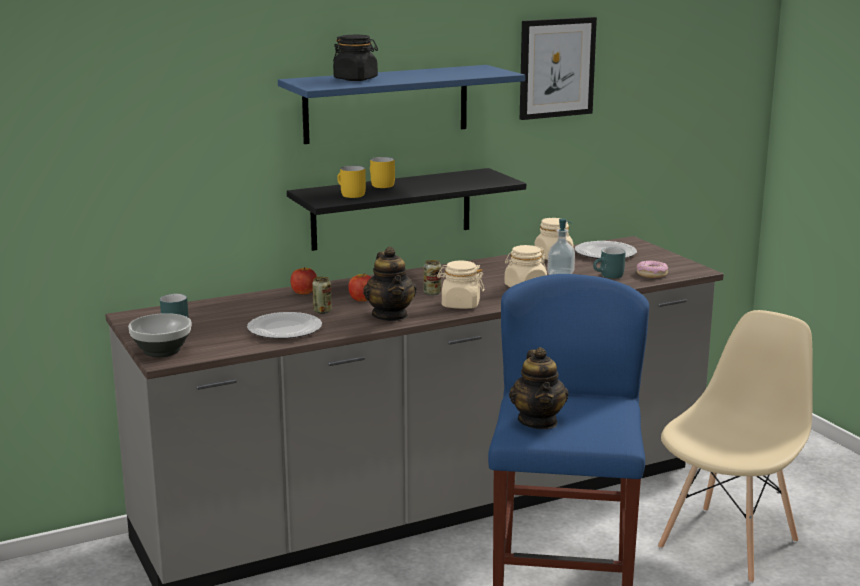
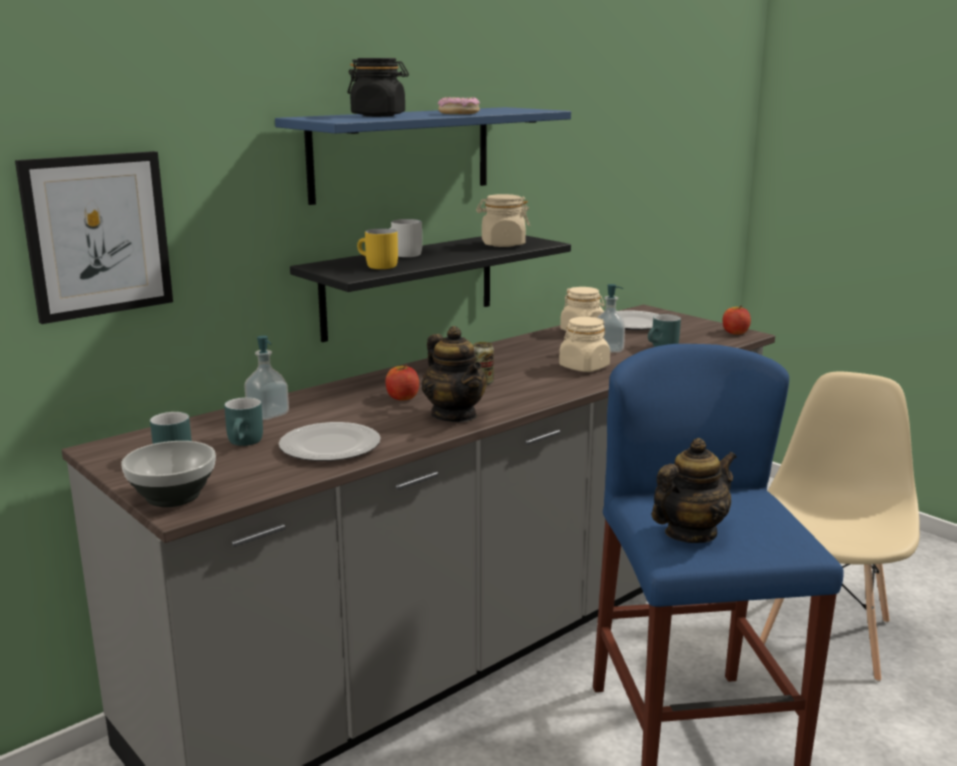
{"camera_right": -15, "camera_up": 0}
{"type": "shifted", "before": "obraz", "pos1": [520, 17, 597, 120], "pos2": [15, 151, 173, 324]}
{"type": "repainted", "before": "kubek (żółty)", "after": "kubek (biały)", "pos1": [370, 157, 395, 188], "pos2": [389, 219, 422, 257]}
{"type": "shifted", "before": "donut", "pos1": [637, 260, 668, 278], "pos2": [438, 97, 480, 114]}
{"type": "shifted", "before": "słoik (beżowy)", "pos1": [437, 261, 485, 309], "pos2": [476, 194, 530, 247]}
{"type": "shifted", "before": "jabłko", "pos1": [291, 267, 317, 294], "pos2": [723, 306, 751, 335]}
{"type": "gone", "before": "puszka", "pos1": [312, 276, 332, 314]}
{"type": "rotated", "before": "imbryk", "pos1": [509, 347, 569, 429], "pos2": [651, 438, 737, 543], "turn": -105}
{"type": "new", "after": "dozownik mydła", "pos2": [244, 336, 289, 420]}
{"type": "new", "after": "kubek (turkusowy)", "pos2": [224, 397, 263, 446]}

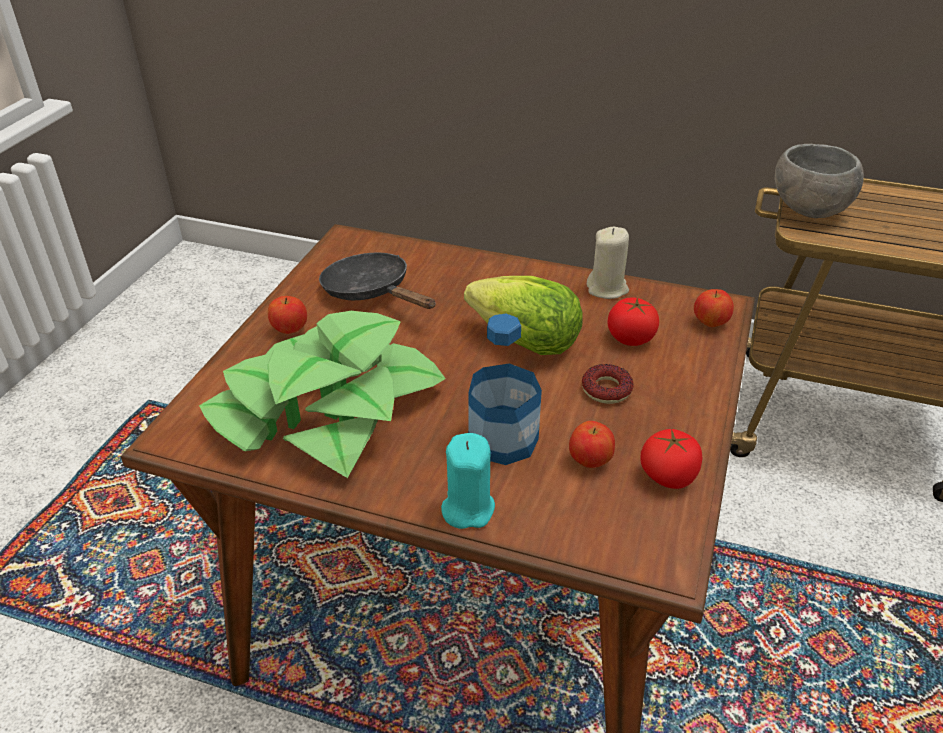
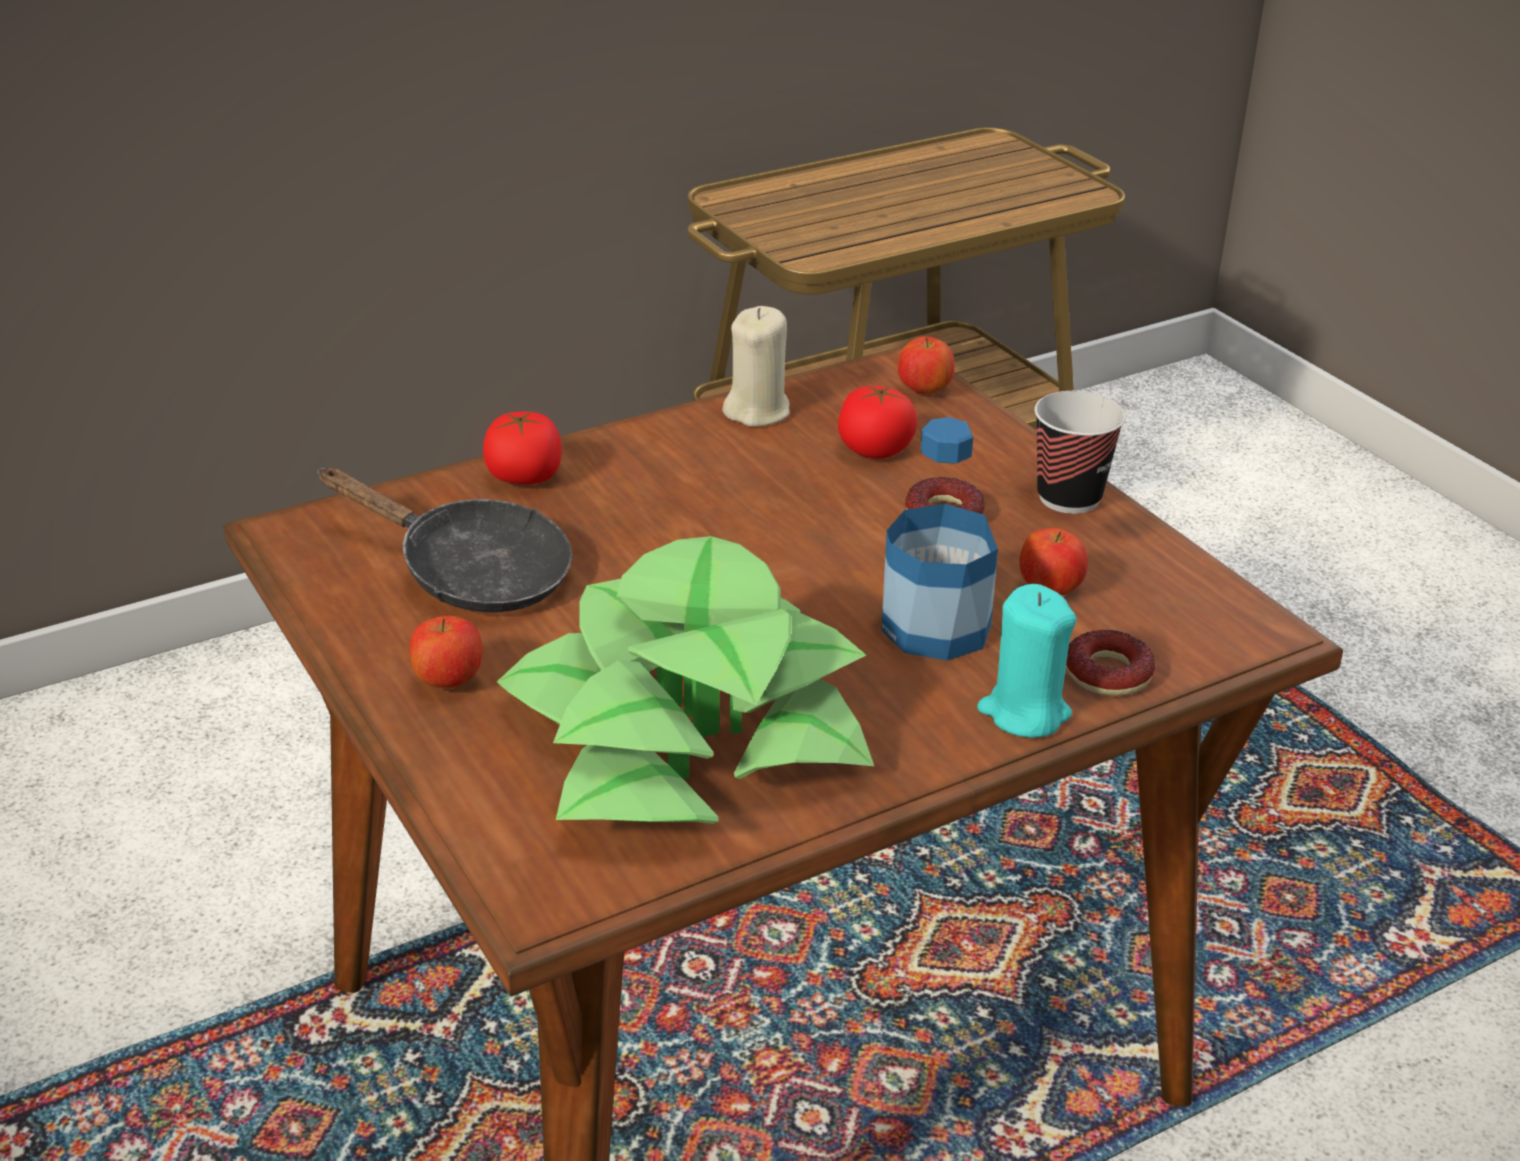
{"camera_right": -50, "camera_up": -5}
{"type": "gone", "before": "miska (szary)", "pos1": [775, 144, 864, 218]}
{"type": "rotated", "before": "patelnia (czarny)", "pos1": [319, 252, 436, 309], "pos2": [318, 467, 572, 612], "turn": -150}
{"type": "gone", "before": "sałata", "pos1": [464, 276, 583, 355]}
{"type": "shifted", "before": "pomidor", "pos1": [641, 429, 703, 489], "pos2": [483, 411, 562, 485]}
{"type": "new", "after": "filiżanka", "pos2": [1035, 391, 1125, 514]}
{"type": "new", "after": "donut", "pos2": [1066, 630, 1155, 696]}

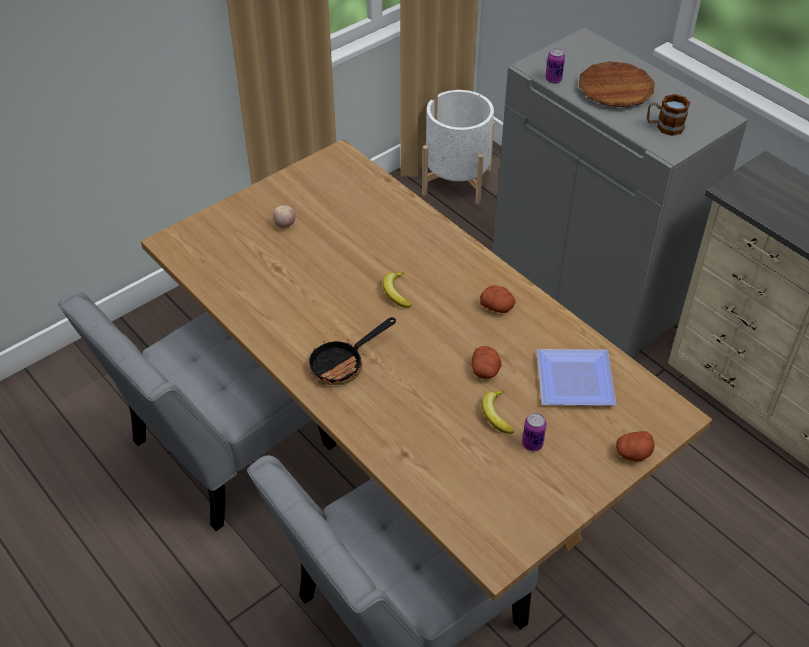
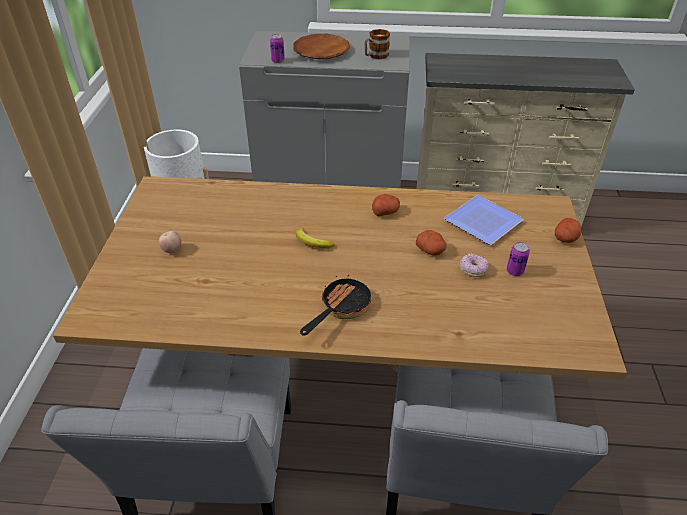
{"camera_right": -45, "camera_up": -5}
{"type": "rotated", "before": "patelnia", "pos1": [309, 317, 396, 385], "pos2": [300, 275, 372, 336], "turn": -150}
{"type": "swapped", "before": "banan", "after": "donut", "pos1": [482, 390, 514, 434], "pos2": [460, 253, 489, 277]}

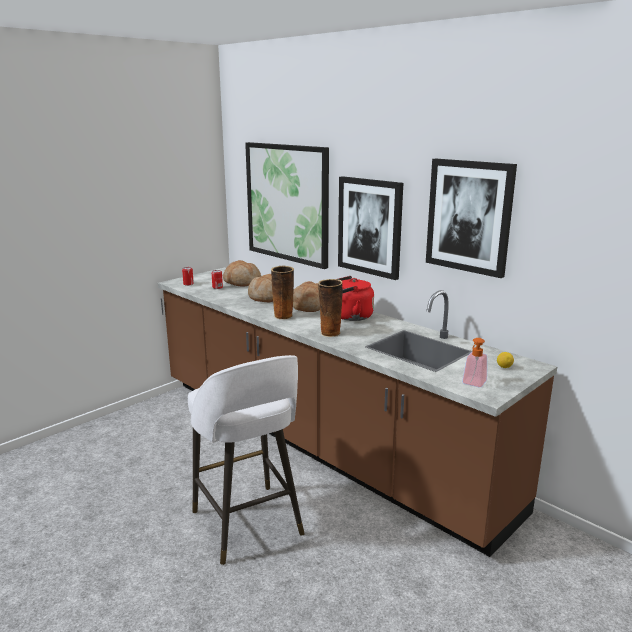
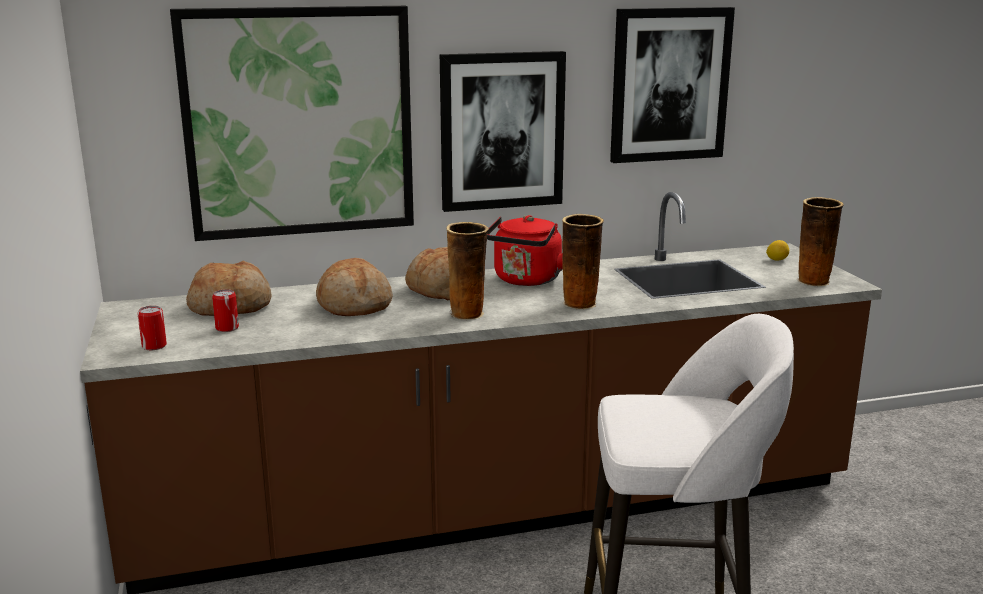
{"camera_right": -60, "camera_up": 0}
{"type": "swapped", "before": "dozownik mydła", "after": "wazon", "pos1": [462, 338, 487, 387], "pos2": [797, 197, 844, 287]}

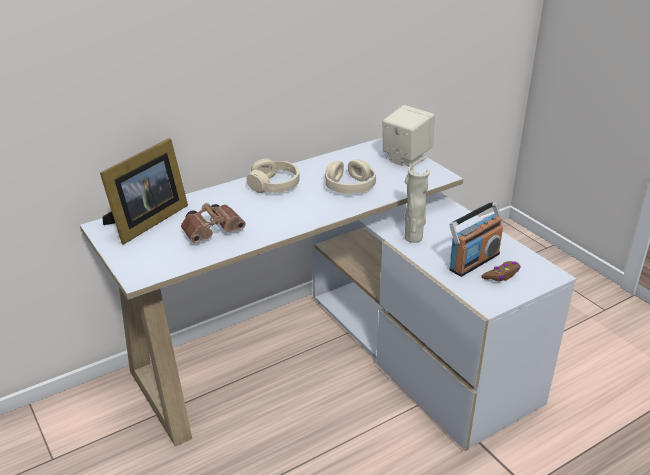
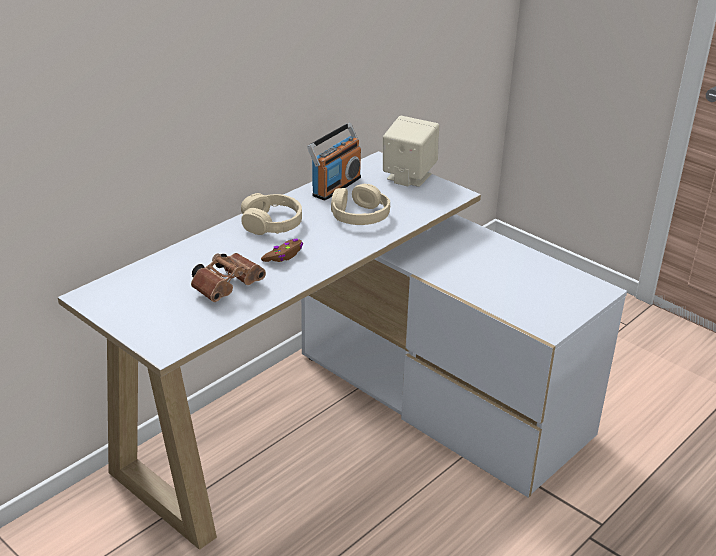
{"camera_right": -15, "camera_up": 0}
{"type": "gone", "before": "ramka na zdjęcie", "pos1": [100, 138, 188, 244]}
{"type": "gone", "before": "wazon (beżowy)", "pos1": [404, 166, 430, 243]}
{"type": "shifted", "before": "radio", "pos1": [449, 201, 503, 277], "pos2": [307, 123, 361, 200]}
{"type": "shifted", "before": "pad do gier (brązowy)", "pos1": [481, 261, 521, 282], "pos2": [261, 239, 303, 262]}

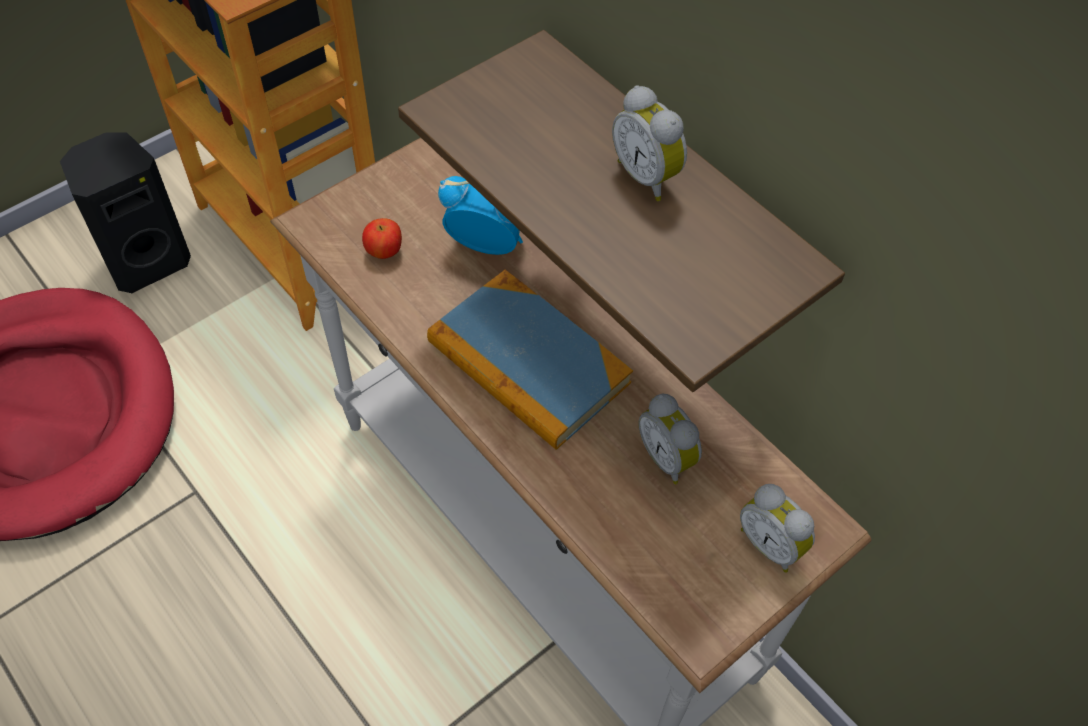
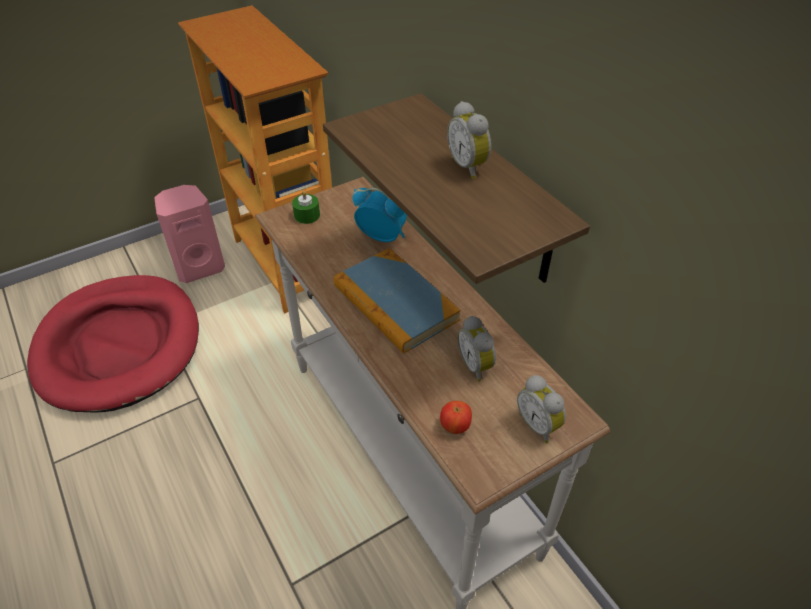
{"camera_right": 10, "camera_up": -10}
{"type": "repainted", "before": "głośnik (czarny)", "after": "głośnik (różowy)", "pos1": [60, 132, 191, 293], "pos2": [154, 185, 225, 283]}
{"type": "shifted", "before": "jabłko", "pos1": [362, 218, 402, 259], "pos2": [440, 401, 472, 434]}
{"type": "new", "after": "świeca (zielony)", "pos2": [292, 190, 320, 224]}

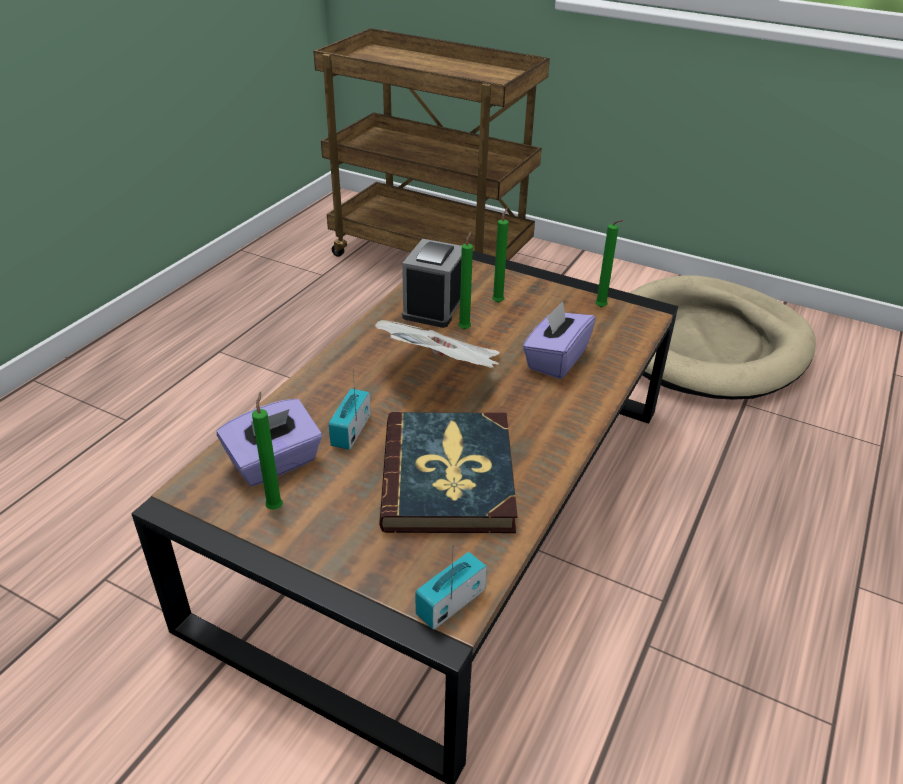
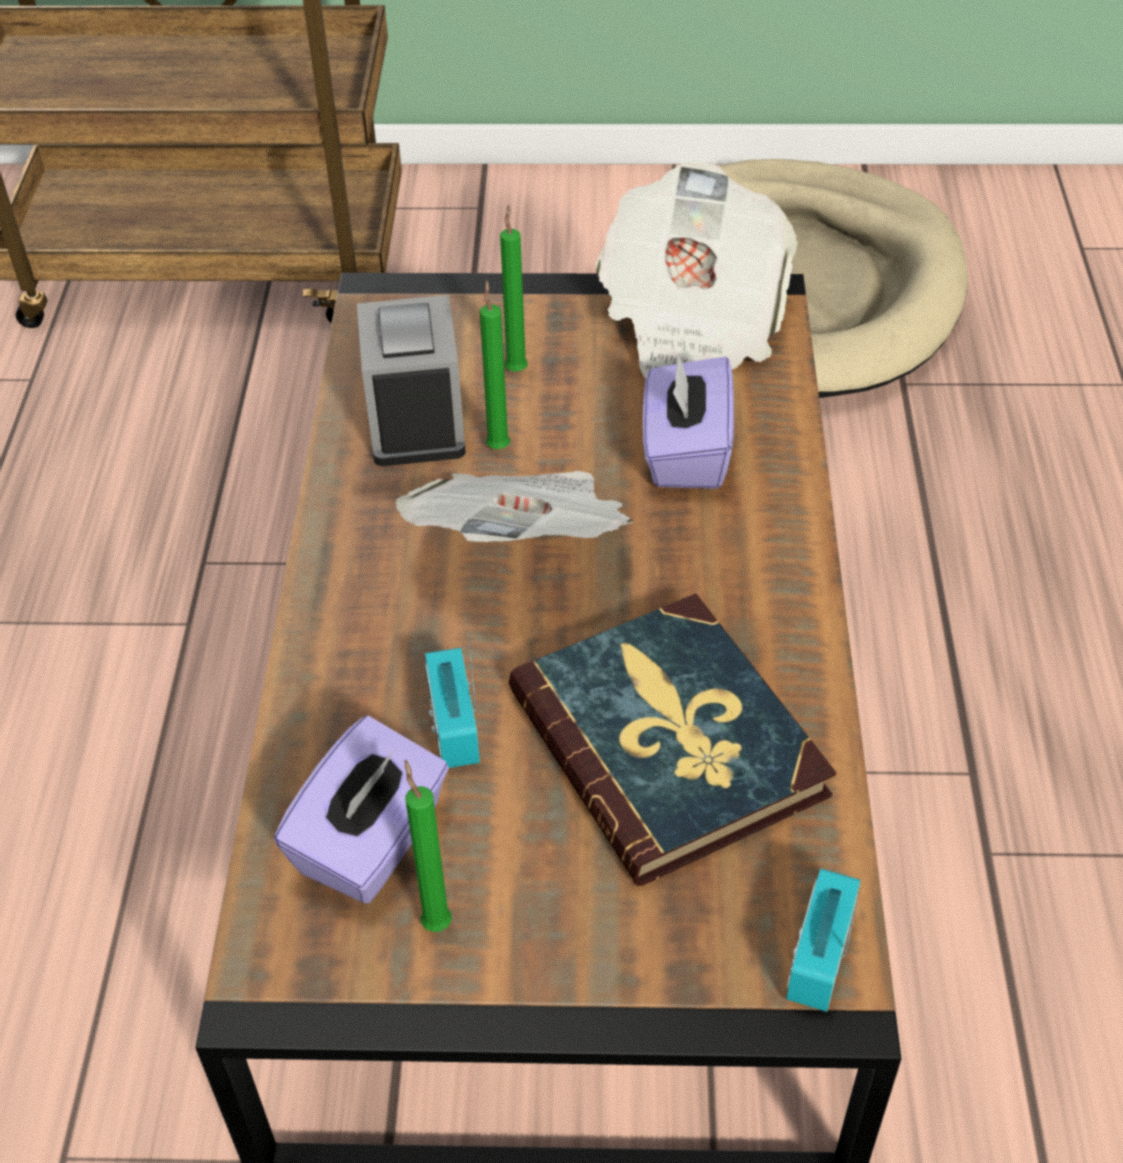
{"camera_right": -25, "camera_up": 10}
{"type": "swapped", "before": "świeca (zielony)", "after": "gazeta", "pos1": [595, 220, 624, 307], "pos2": [596, 162, 798, 379]}

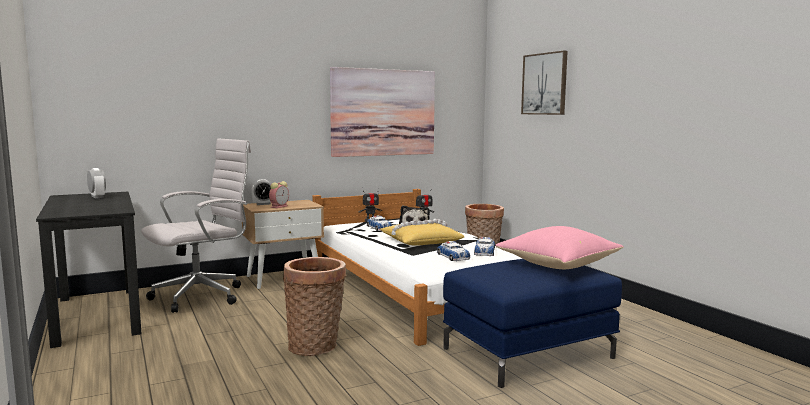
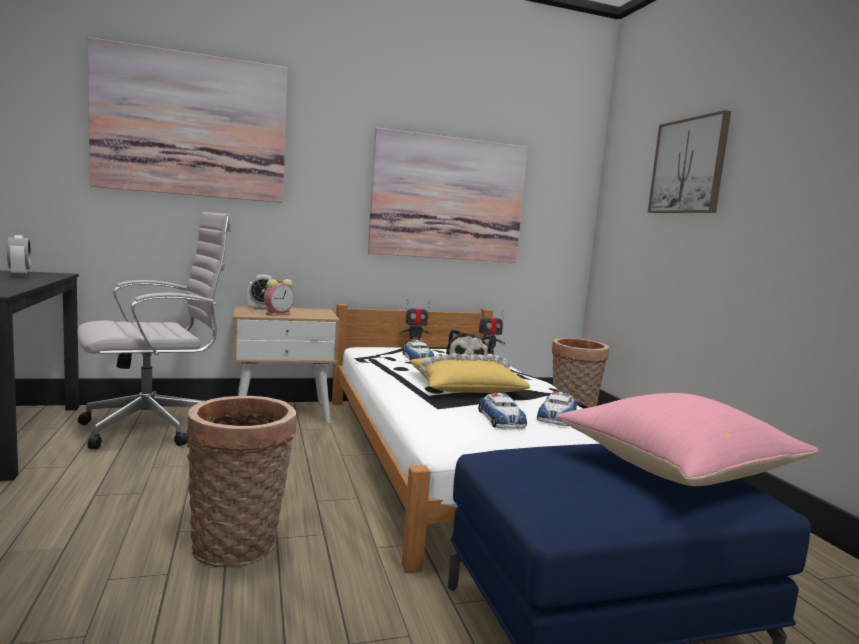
{"camera_right": 10, "camera_up": 0}
{"type": "new", "after": "obraz", "pos2": [88, 37, 288, 203]}

